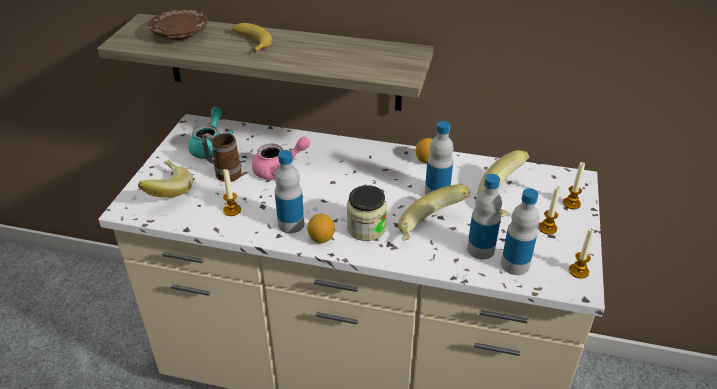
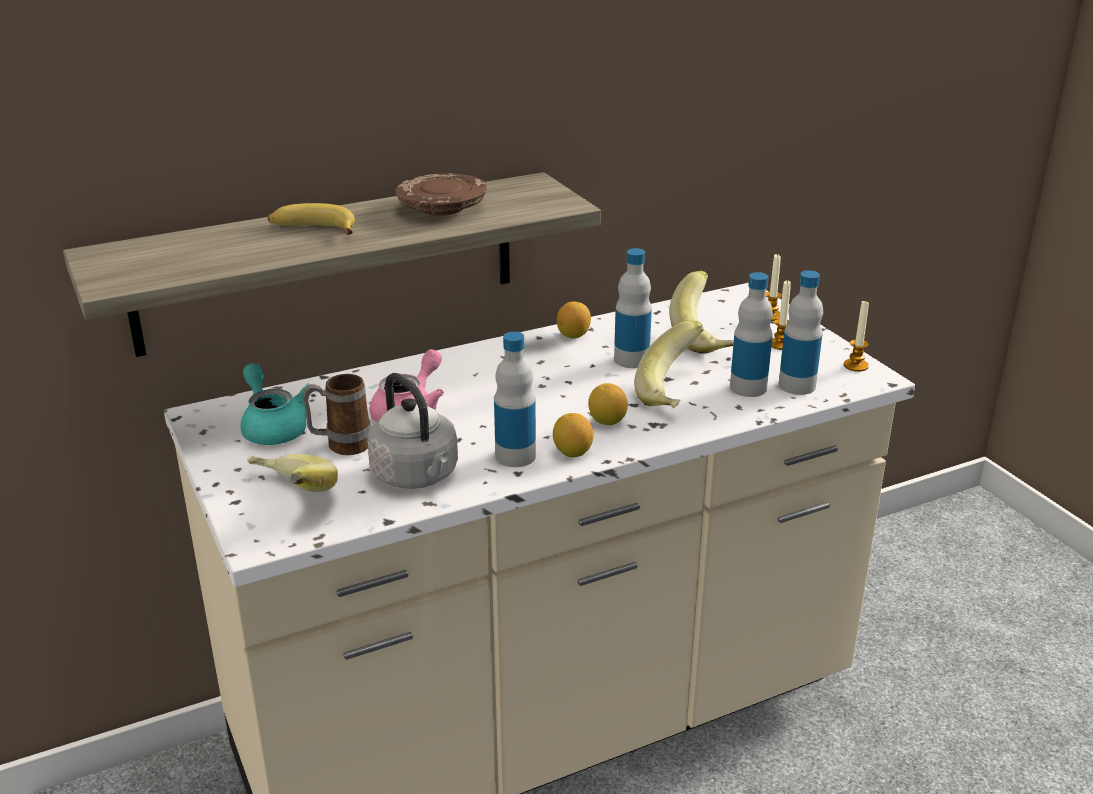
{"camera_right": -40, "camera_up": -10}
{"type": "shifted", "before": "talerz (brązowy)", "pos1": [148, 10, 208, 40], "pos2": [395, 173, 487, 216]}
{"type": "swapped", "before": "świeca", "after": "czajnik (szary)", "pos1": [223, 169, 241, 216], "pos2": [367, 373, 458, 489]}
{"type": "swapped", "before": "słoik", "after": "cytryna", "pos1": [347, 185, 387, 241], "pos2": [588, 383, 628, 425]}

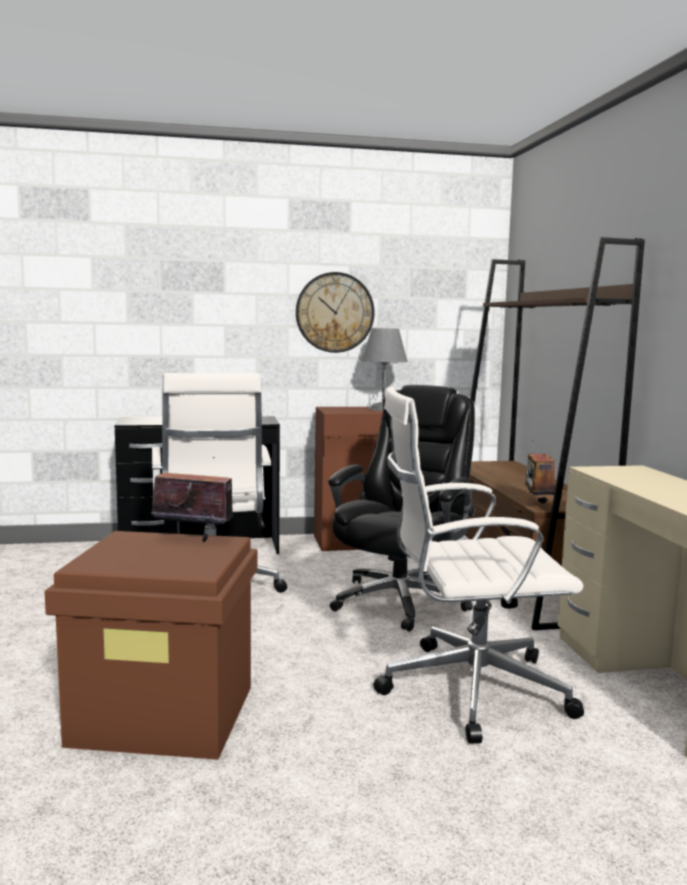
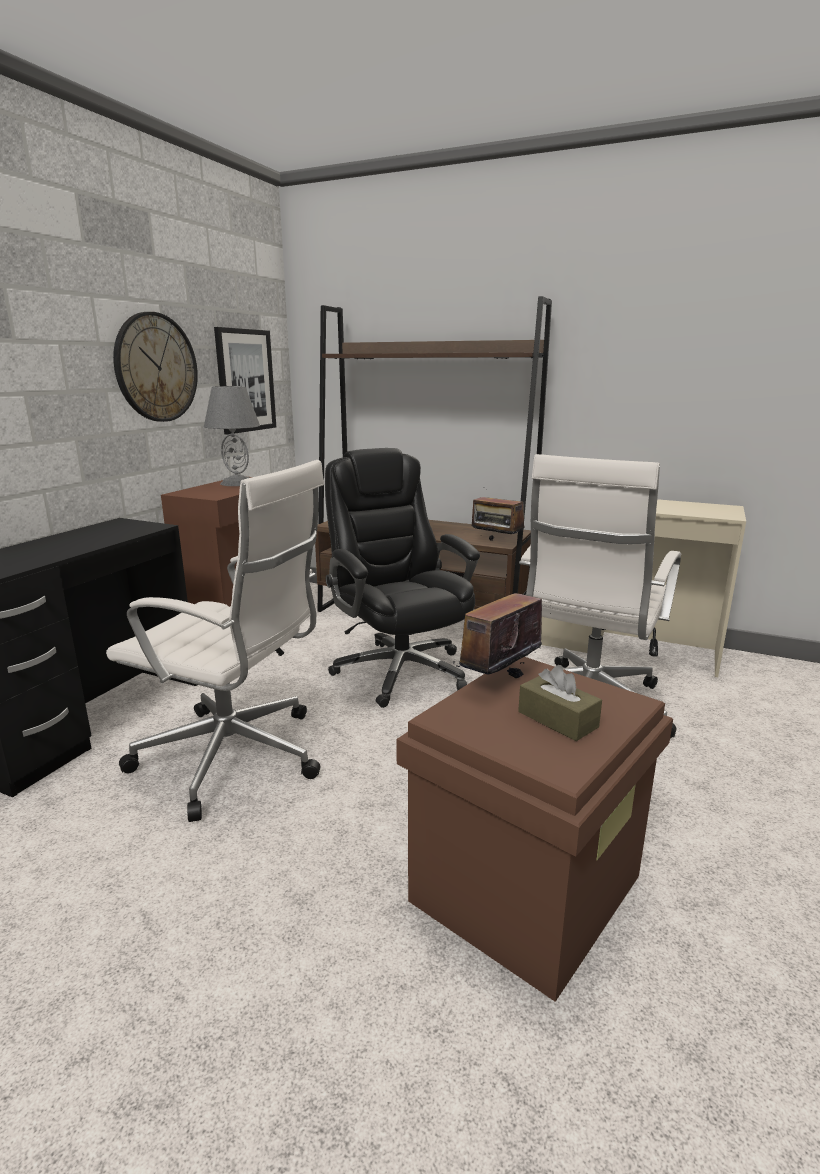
{"camera_right": -55, "camera_up": 10}
{"type": "new", "after": "obraz", "pos2": [214, 327, 276, 434]}
{"type": "new", "after": "pudełko chusteczek (brązowy)", "pos2": [518, 665, 602, 741]}

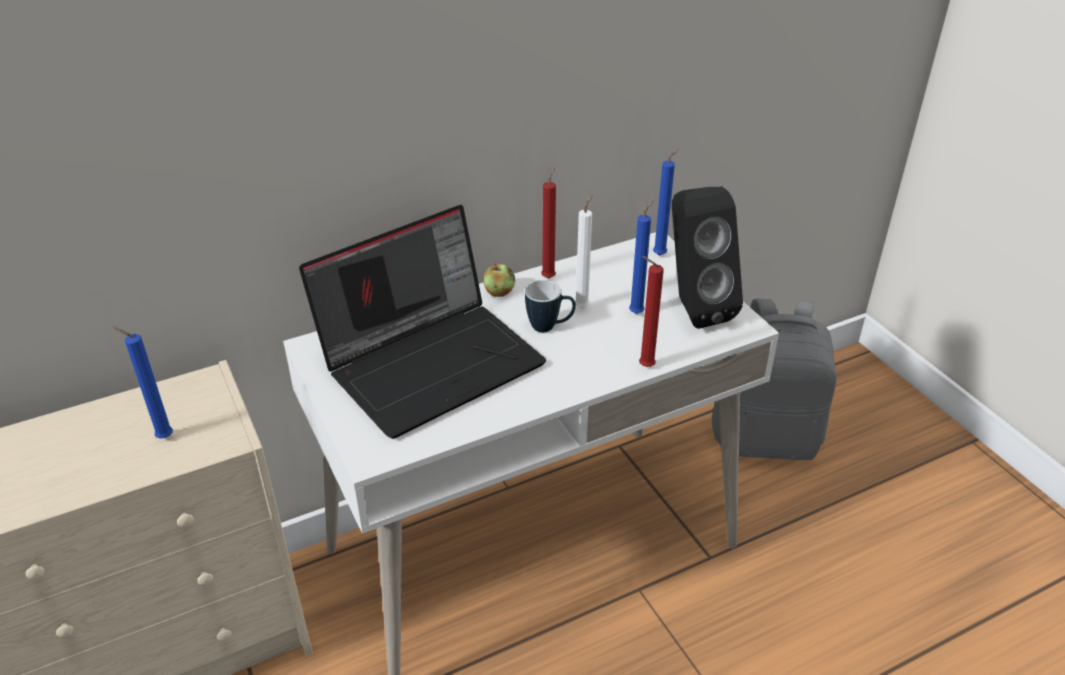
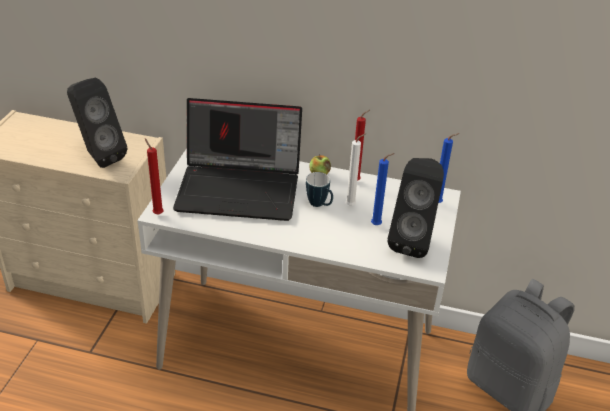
{"camera_right": 40, "camera_up": 0}
{"type": "shifted", "before": "świeca (czerwony)", "pos1": [639, 256, 664, 367], "pos2": [145, 138, 164, 215]}
{"type": "swapped", "before": "świeca (niebieski)", "after": "głośnik (czarny)", "pos1": [112, 326, 173, 439], "pos2": [67, 78, 127, 168]}

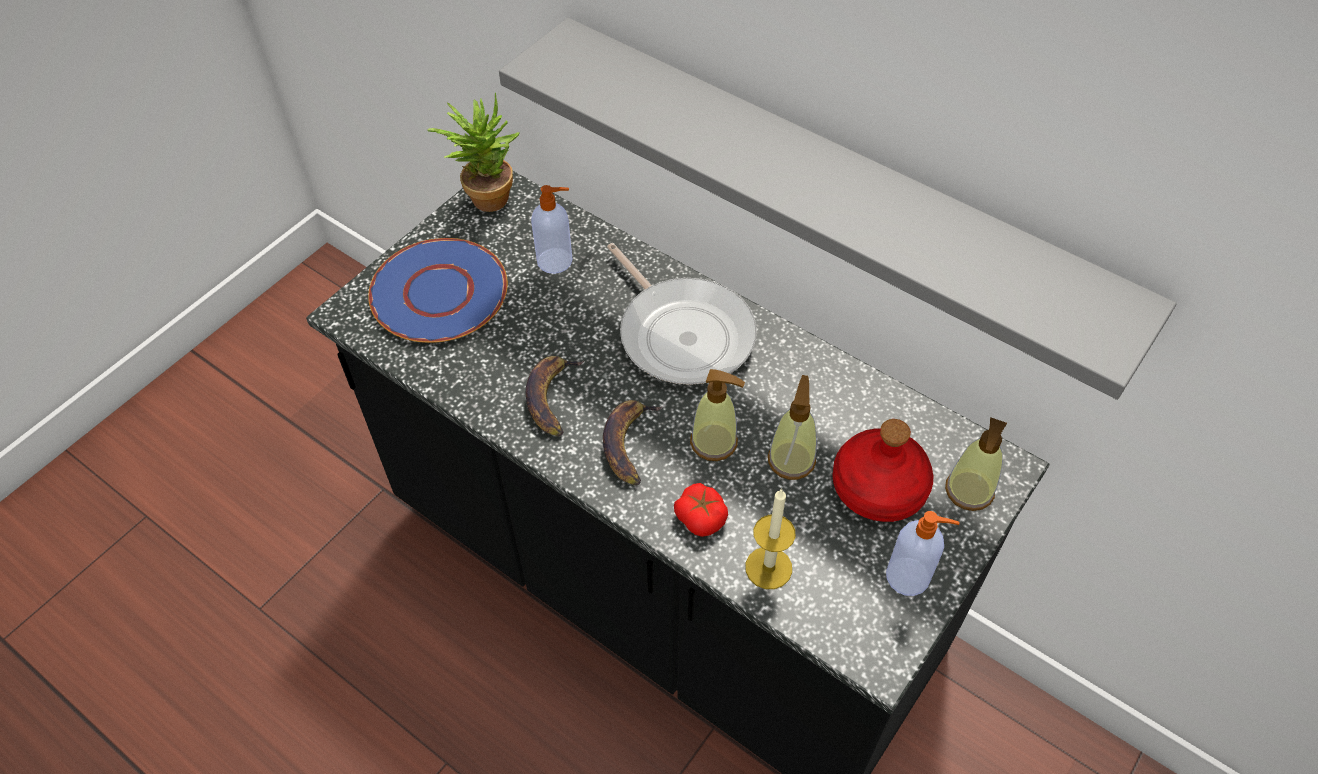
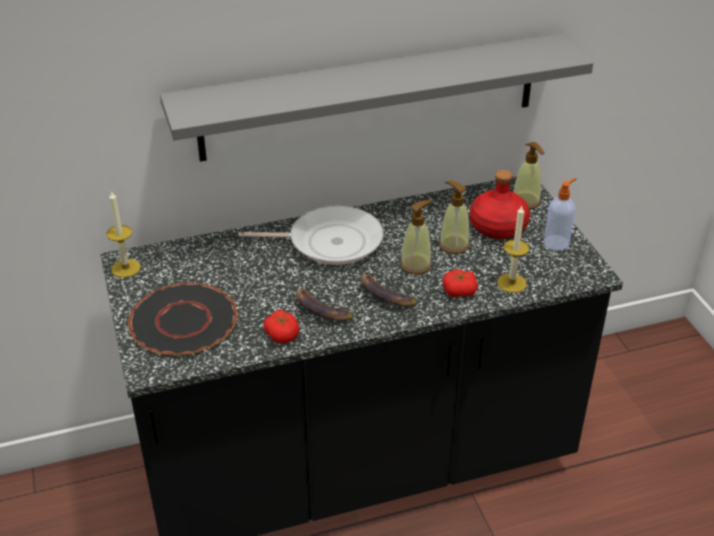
{"camera_right": -55, "camera_up": -15}
{"type": "swapped", "before": "roślina doniczkowa", "after": "świeca", "pos1": [427, 92, 519, 212], "pos2": [107, 190, 141, 278]}
{"type": "gone", "before": "dozownik mydła", "pos1": [531, 185, 573, 274]}
{"type": "repainted", "before": "talerz (niebieski)", "after": "talerz (czarny)", "pos1": [368, 238, 508, 343], "pos2": [128, 283, 237, 355]}
{"type": "new", "after": "pomidor", "pos2": [263, 310, 300, 344]}

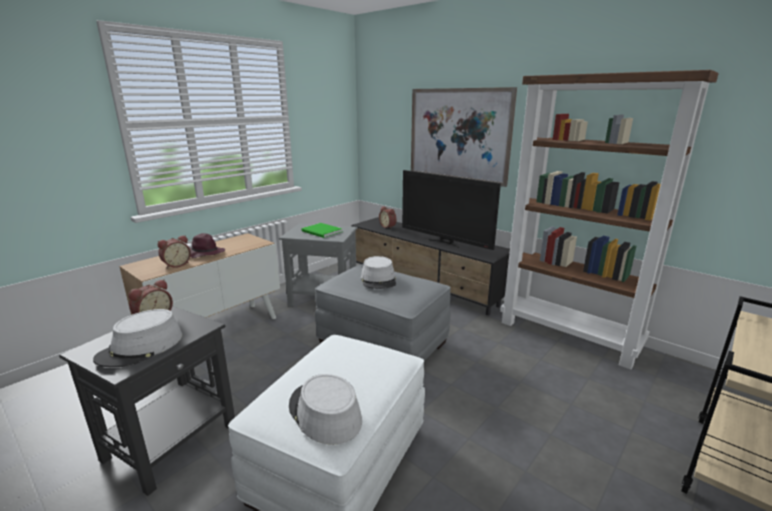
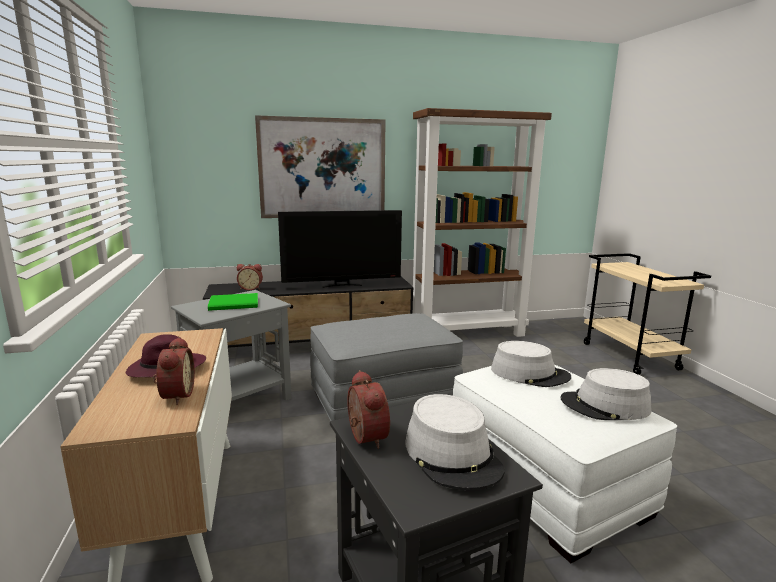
{"camera_right": -55, "camera_up": -5}
{"type": "shifted", "before": "kapelusz (szary)", "pos1": [361, 256, 396, 289], "pos2": [491, 341, 571, 387]}

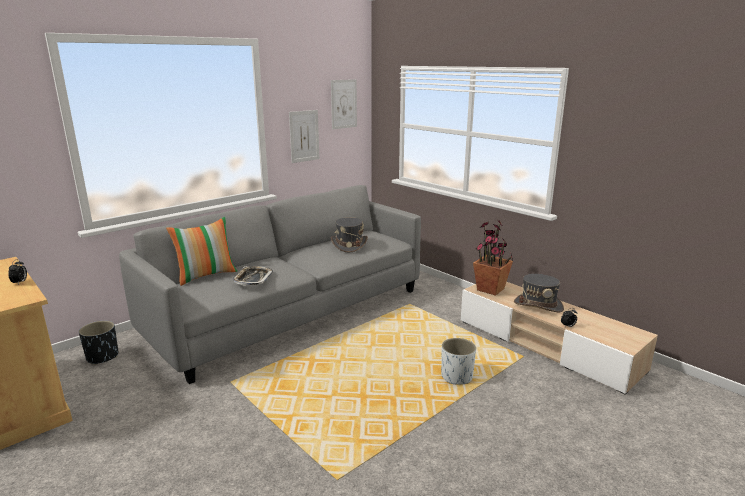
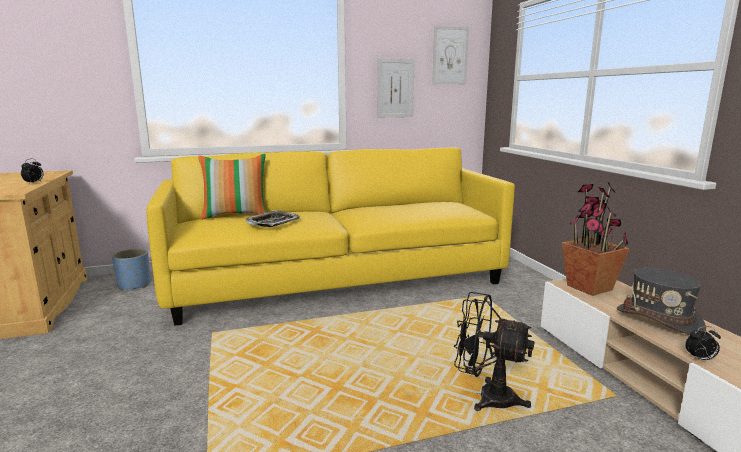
{"camera_right": 25, "camera_up": -5}
{"type": "repainted", "before": "kanapa (szary)", "after": "kanapa (żółty)", "pos1": [119, 185, 421, 384], "pos2": [146, 147, 515, 326]}
{"type": "gone", "before": "kapelusz (szary)", "pos1": [331, 217, 368, 252]}
{"type": "repainted", "before": "donica (czarny)", "after": "donica (niebieski)", "pos1": [79, 321, 118, 365], "pos2": [112, 249, 151, 290]}
{"type": "swapped", "before": "donica (biały)", "after": "wentylator (czarny)", "pos1": [441, 338, 476, 385], "pos2": [454, 292, 535, 411]}

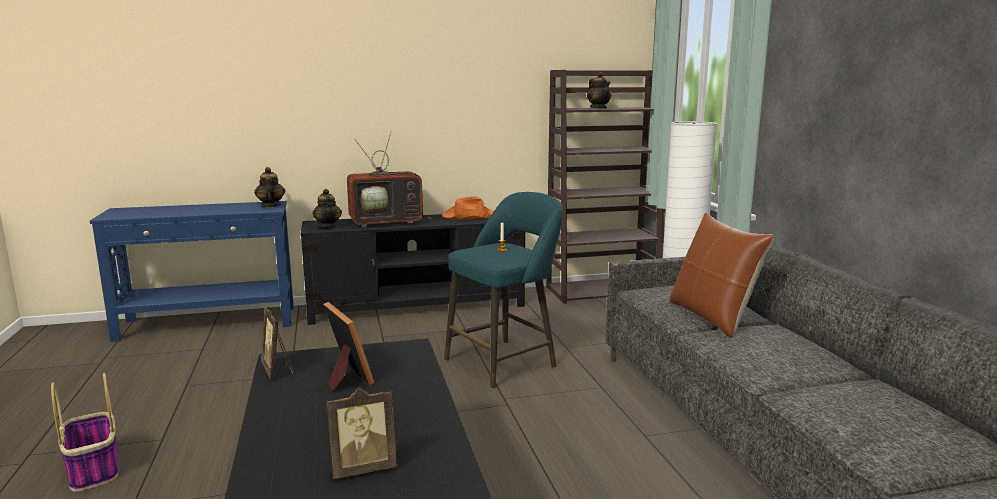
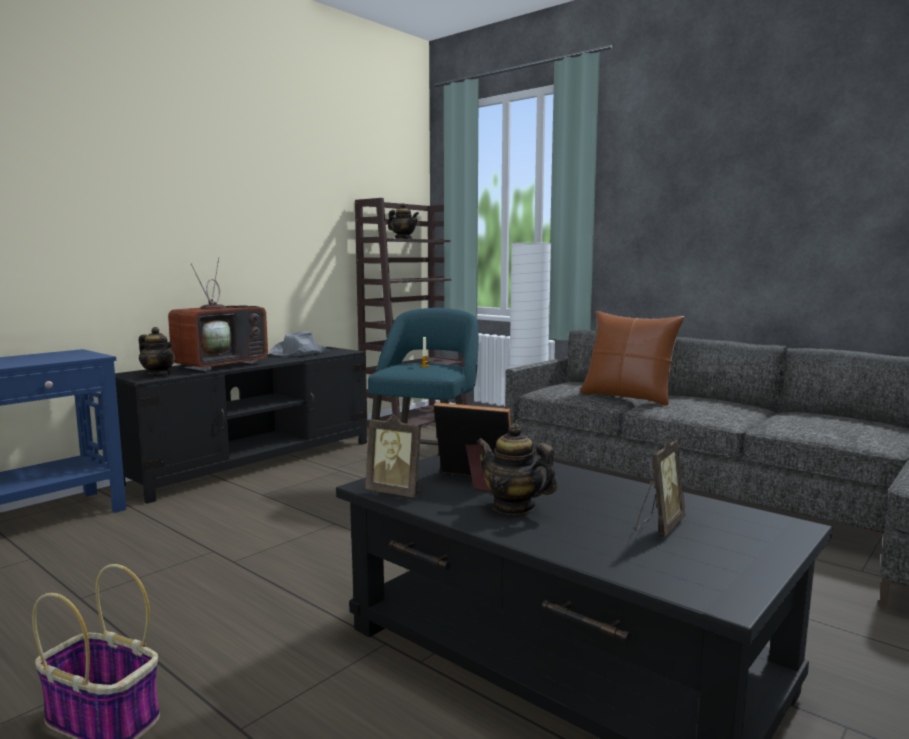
{"camera_right": -35, "camera_up": -5}
{"type": "shifted", "before": "imbryk", "pos1": [254, 167, 285, 208], "pos2": [476, 423, 557, 515]}
{"type": "repainted", "before": "kapelusz (pomarańczowy)", "after": "kapelusz (szary)", "pos1": [442, 197, 494, 219], "pos2": [269, 331, 329, 357]}

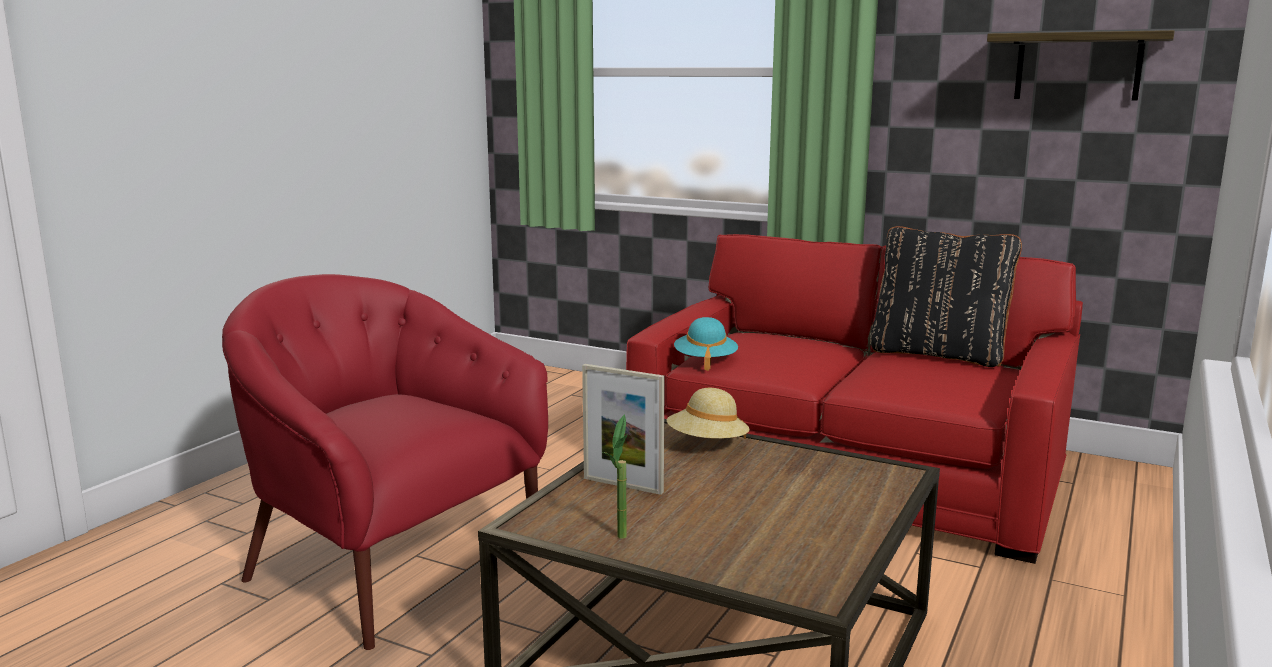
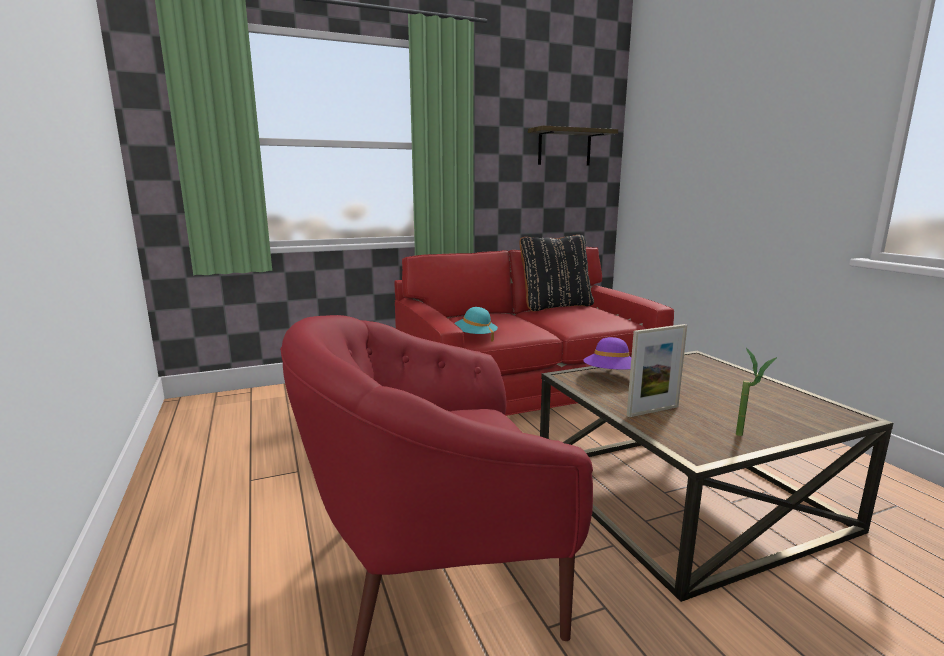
{"camera_right": -50, "camera_up": 0}
{"type": "repainted", "before": "kapelusz (beżowy)", "after": "kapelusz (fioletowy)", "pos1": [667, 388, 750, 439], "pos2": [584, 337, 631, 370]}

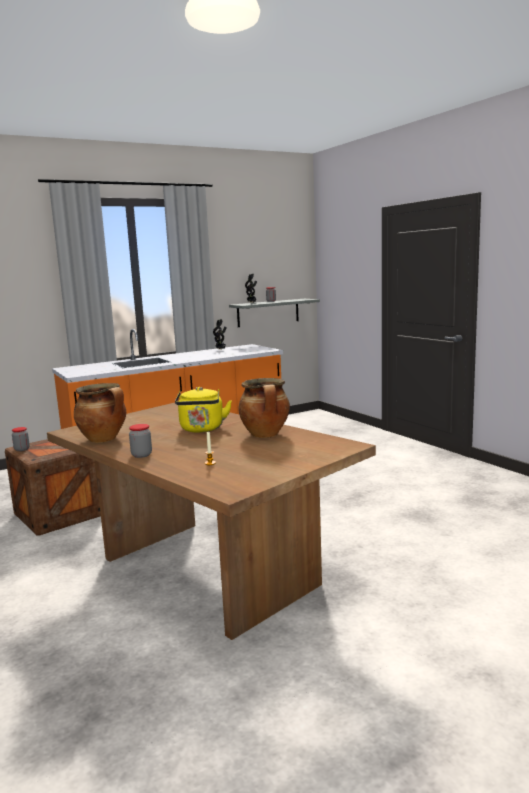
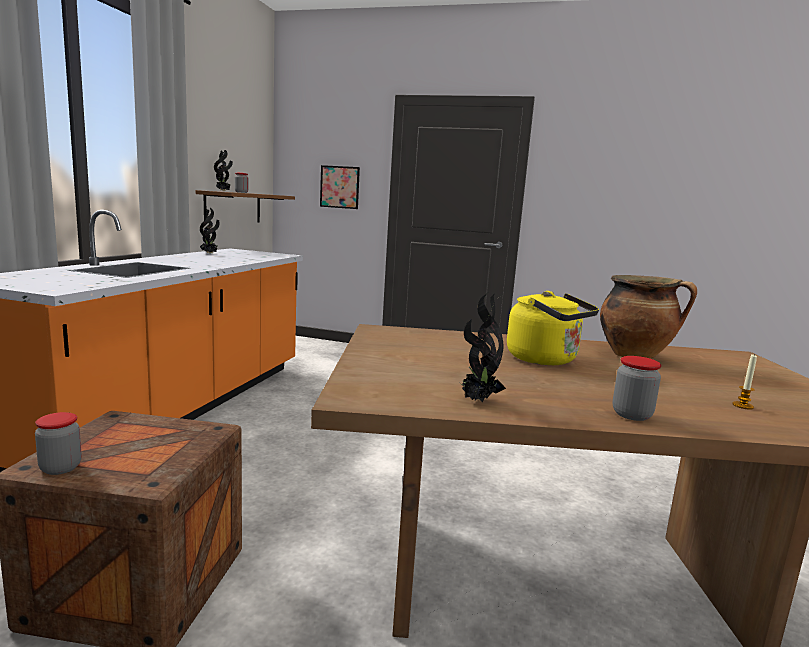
{"camera_right": -45, "camera_up": 0}
{"type": "repainted", "before": "półka (szary)", "after": "półka (brązowy)", "pos1": [229, 299, 320, 327], "pos2": [196, 190, 295, 223]}
{"type": "swapped", "before": "garnek", "after": "roślina doniczkowa", "pos1": [74, 383, 126, 443], "pos2": [460, 291, 506, 402]}
{"type": "new", "after": "obraz", "pos2": [320, 165, 360, 209]}

